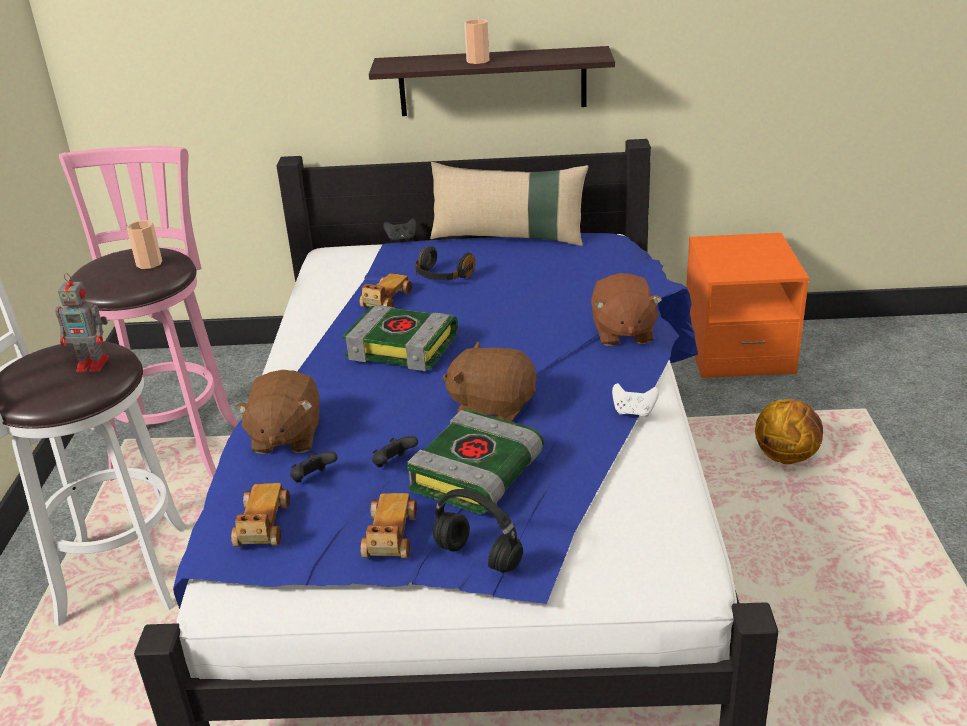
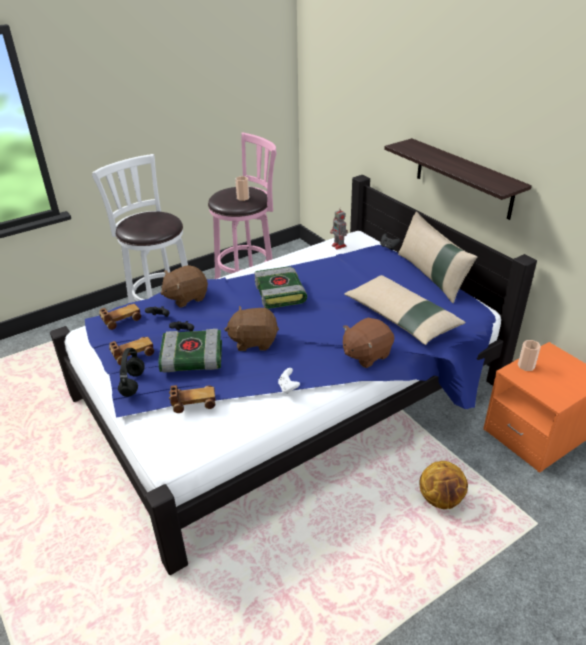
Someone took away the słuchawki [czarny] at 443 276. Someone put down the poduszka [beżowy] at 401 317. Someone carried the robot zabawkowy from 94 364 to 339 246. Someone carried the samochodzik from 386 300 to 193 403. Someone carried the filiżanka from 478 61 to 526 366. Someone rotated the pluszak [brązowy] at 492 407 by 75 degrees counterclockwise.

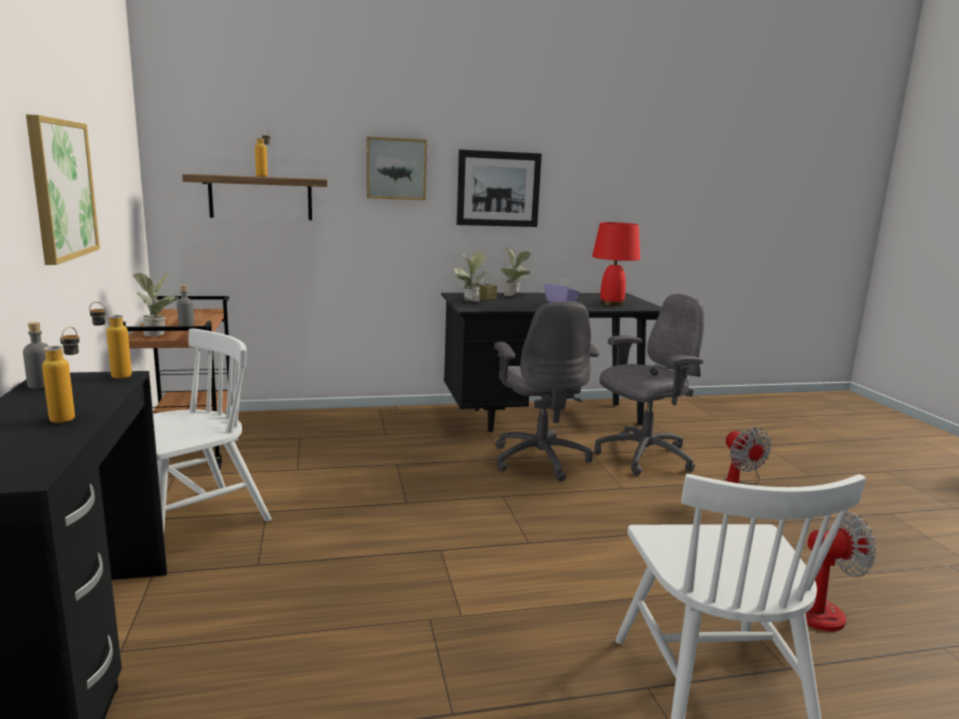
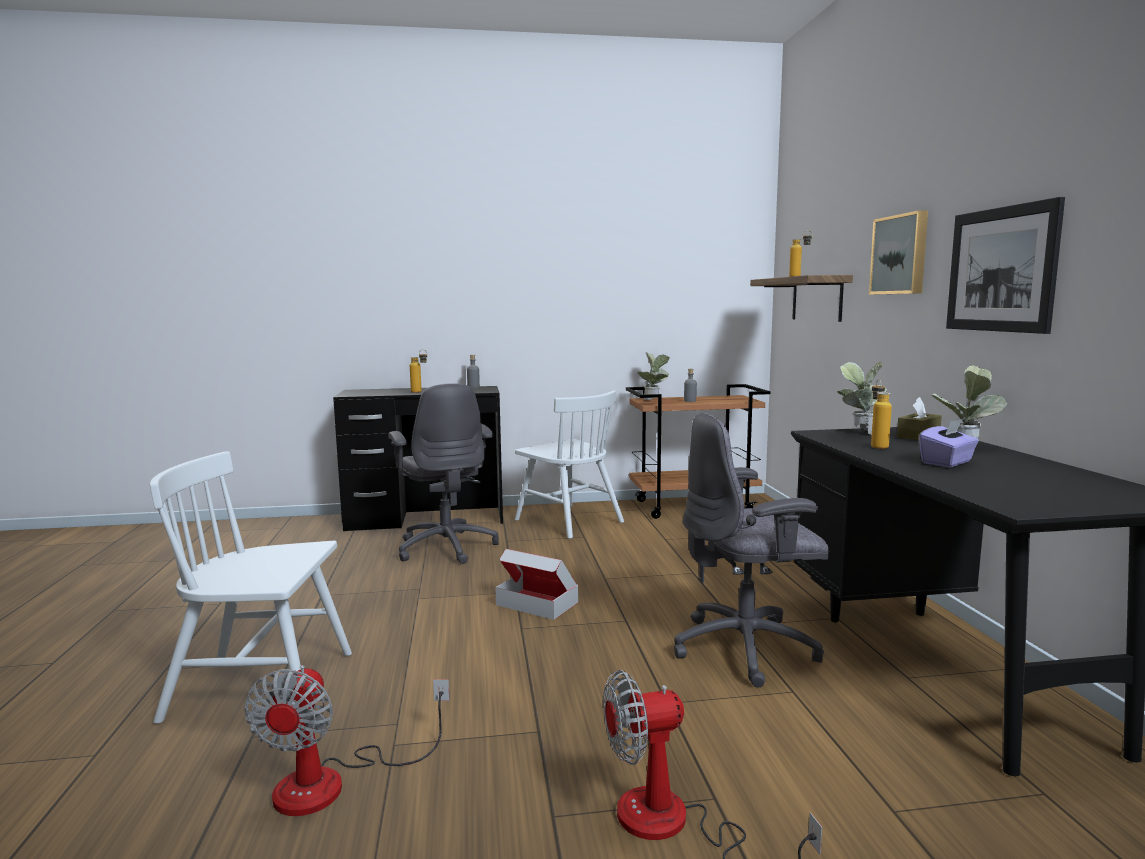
Someone took away the obraz at 61 189. Someone took away the lampa stołowa [czerwony] at 612 304. Someone put down the karton at 537 603. Someone carried the butelka from 113 376 to 877 446. Someone carried the krzesło biurowe [szary] from 643 456 to 446 547.

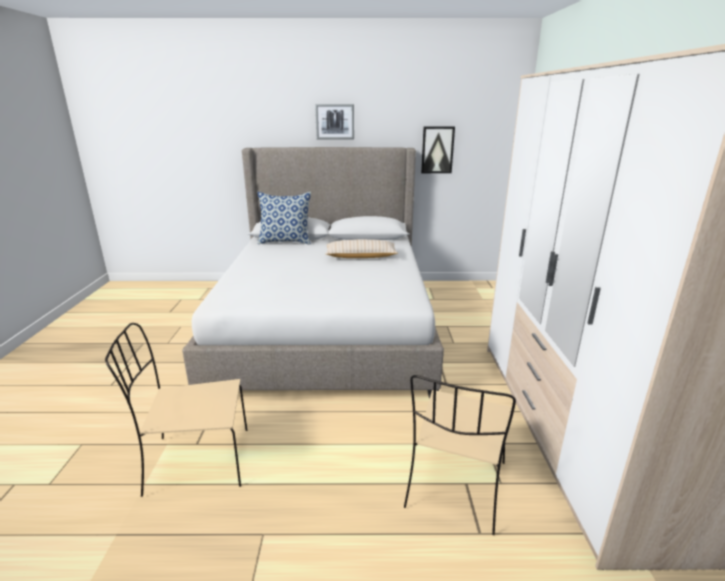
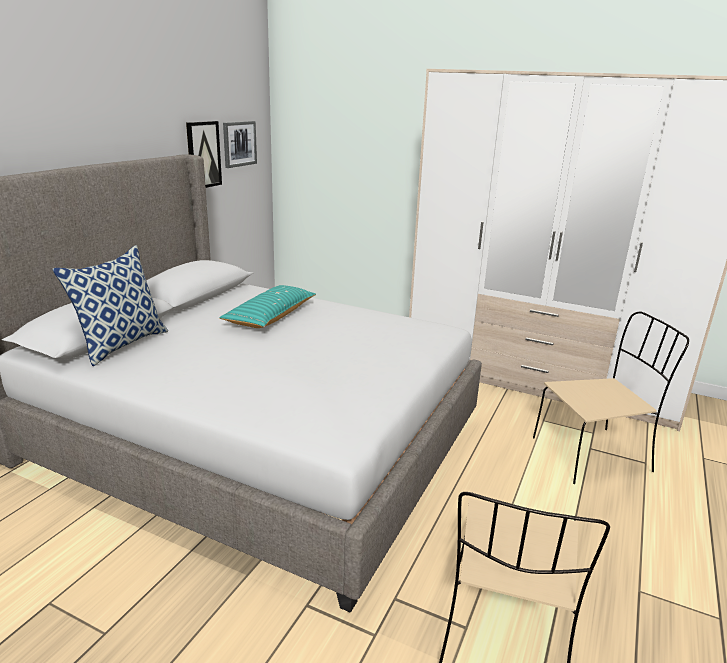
Someone carried the obraz from 335 121 to 239 143. Someone repainted the poduszka [beżowy] at 361 256, which became the poduszka [turkusowy] at 270 316. Someone rotated the krzesło [beżowy] at 456 486 by 60 degrees counterclockwise.

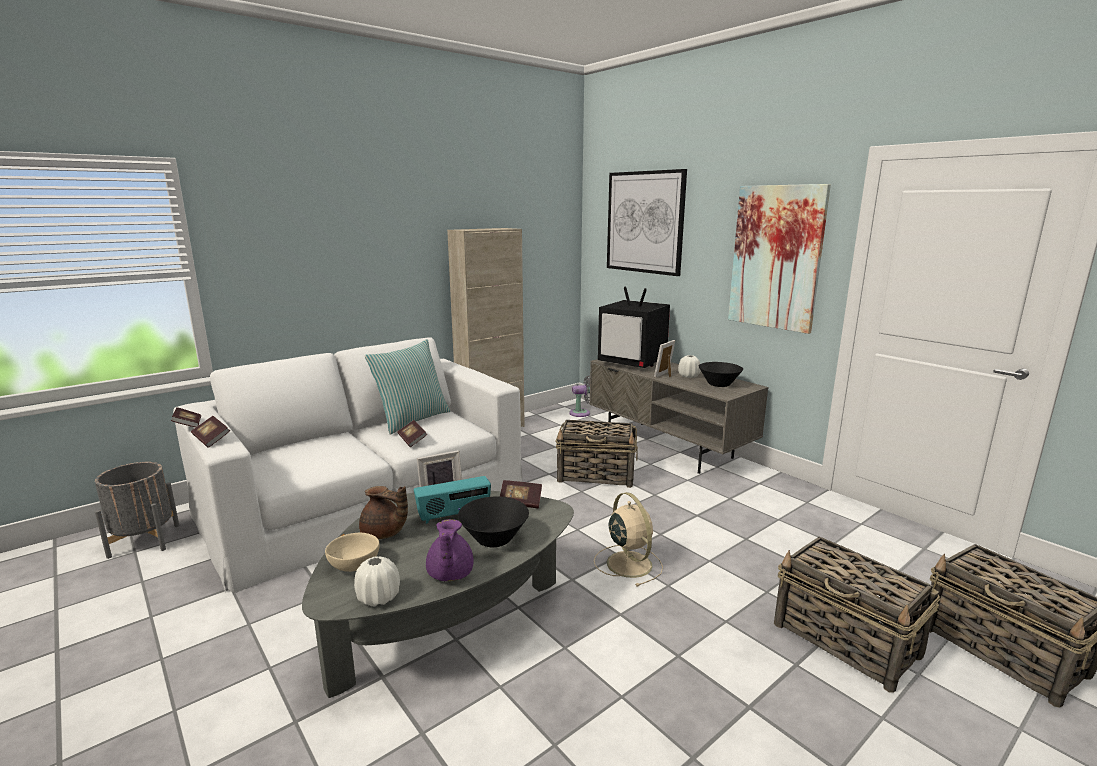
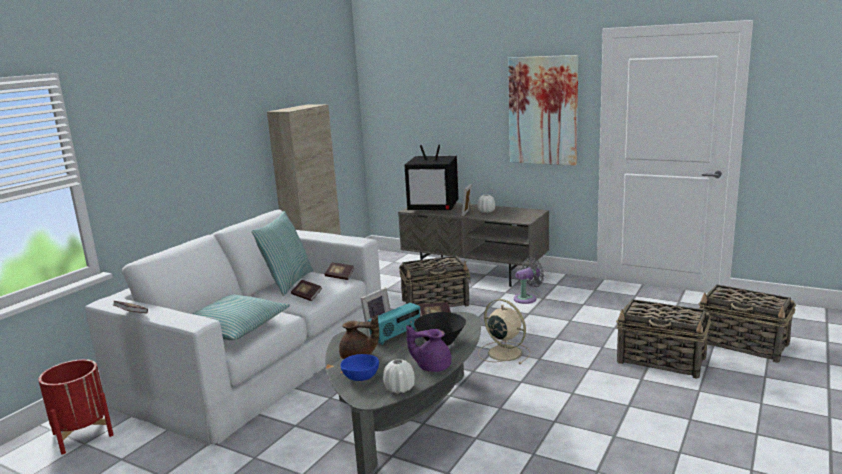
Someone took away the obraz at 644 222. Someone took away the miska [czarny] at 719 384. Someone put down the poduszka at 233 328. Someone carried the książka from 211 439 to 340 276. Someone carried the wentylator [szary] from 582 413 to 527 298. Someone repainted the donica [szary] at 144 541, which became the donica [czerwony] at 83 434. Someone repainted the miska [beżowy] at 353 566, which became the miska [niebieski] at 359 378. Someone rotated the imbryk [fioletowy] at 449 574 by 120 degrees clockwise.

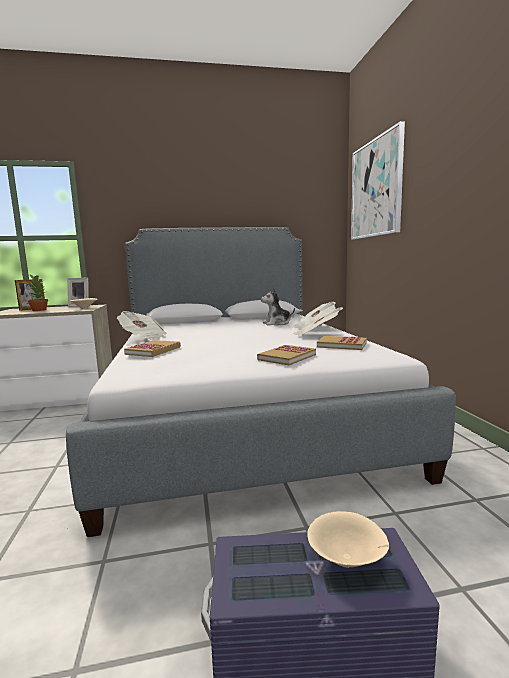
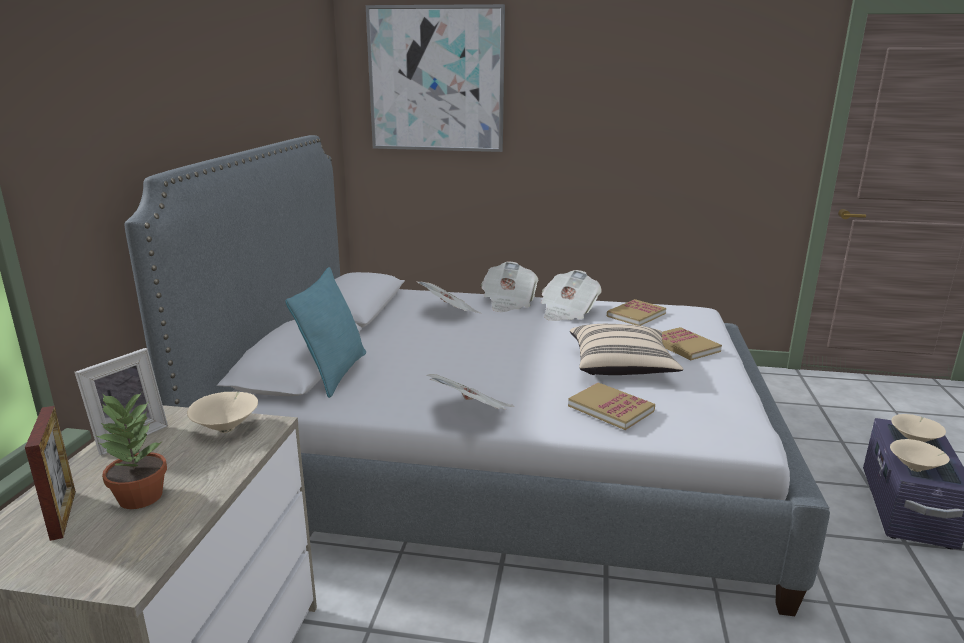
Someone put down the poduszka [turkusowy] at 335 373. Someone put down the poduszka [beżowy] at 621 367. Someone put down the miska [beżowy] at 916 468. Someone swapped the pluszak at 277 323 for the gazeta at 449 313.

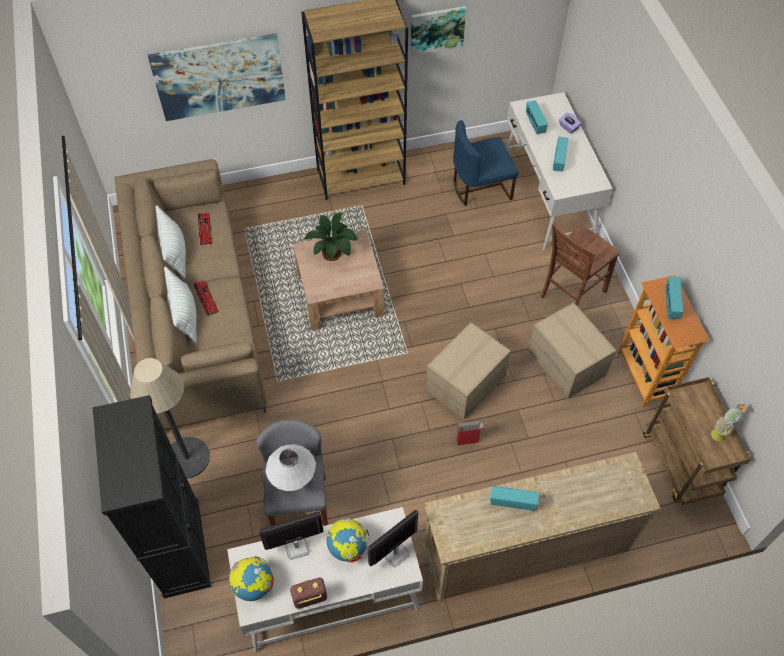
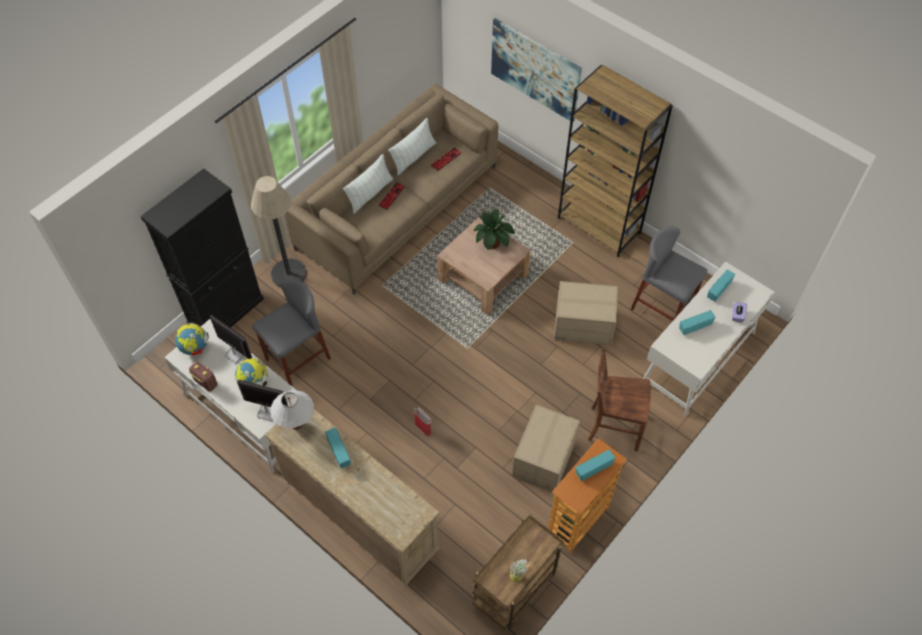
Someone took away the obraz at 437 29. Someone carried the lampa stołowa [biały] from 294 483 to 297 424. Someone carried the karton from 466 384 to 583 325. Someone swapped the krzesło [niebieski] at 481 188 for the stołek [szary] at 662 307.

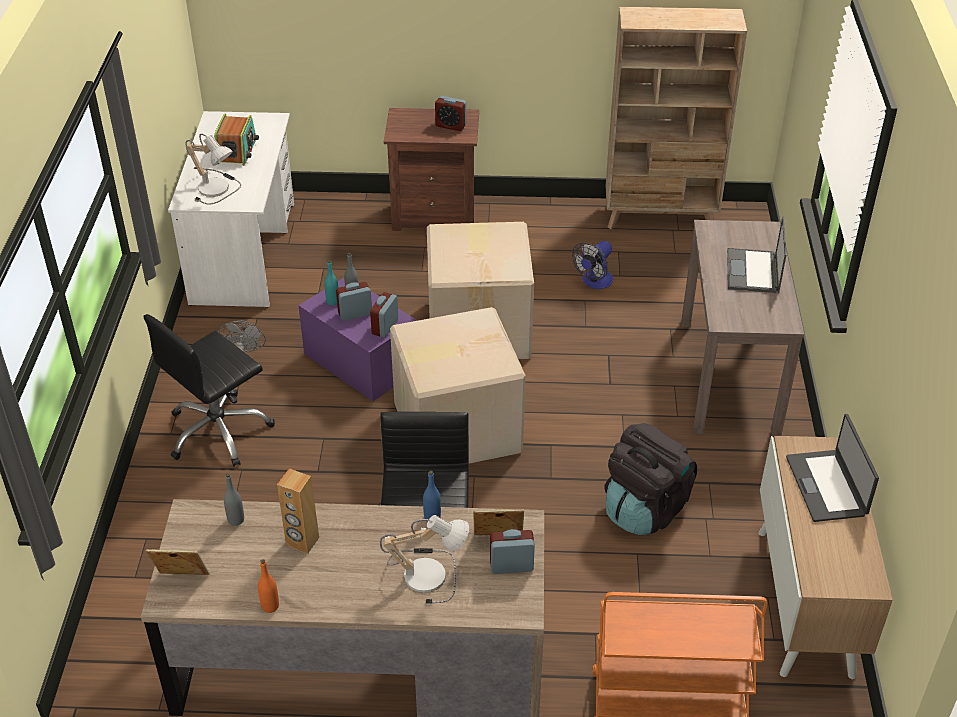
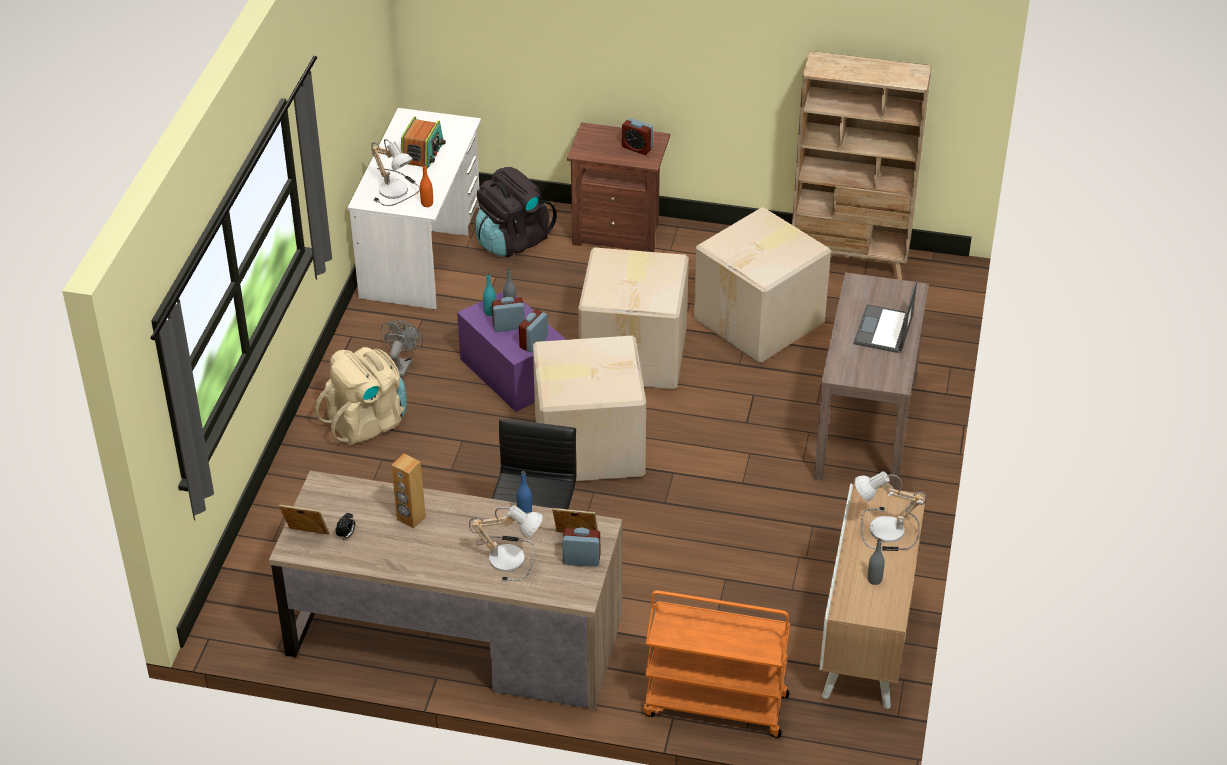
Someone put down the budzik at 346 535. Someone carried the butelka [szary] from 236 520 to 874 580. Someone carried the butelka [pomarańczowy] from 270 606 to 427 204. Someone carried the plecak [czarny] from 645 509 to 512 240. Someone swapped the krzesło biurowe [czarny] at 219 431 for the plecak [beżowy] at 367 422. Someone swapped the wentylator at 594 282 for the karton at 761 321. Someone swapped the laptop at 827 486 for the lampa stołowa at 884 532.

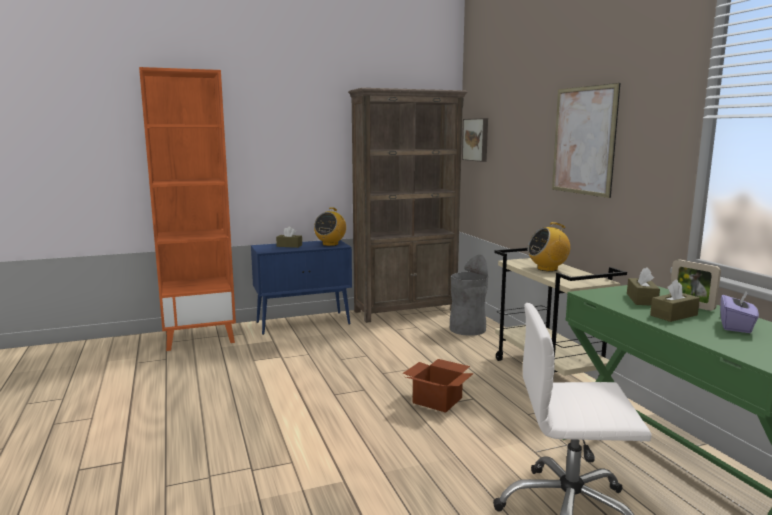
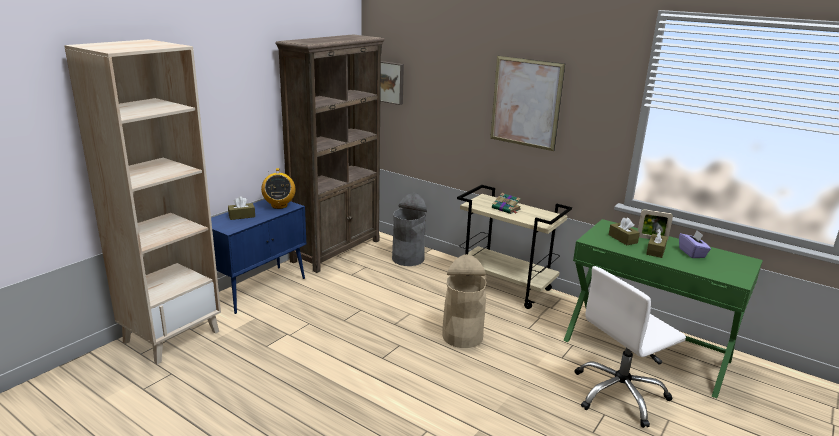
Someone swapped the karton at 438 400 for the kosz na śmieci [beżowy] at 462 336. Someone swapped the radio at 547 269 for the książka at 506 209. Someone repainted the regał [pomarańczowy] at 200 337, which became the regał [beżowy] at 172 336.

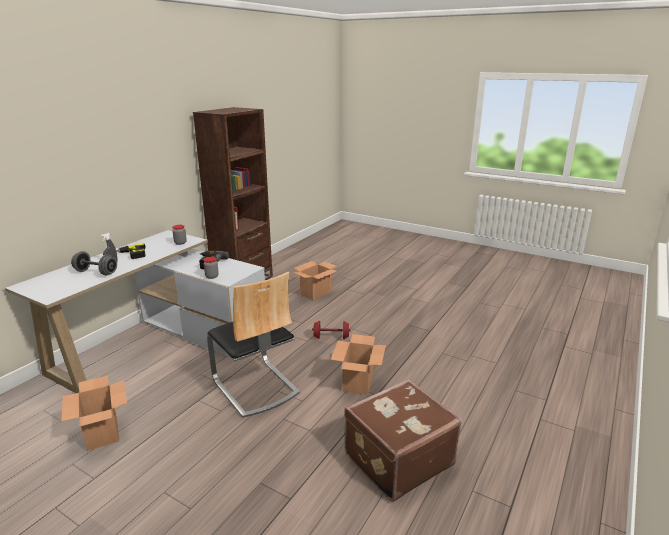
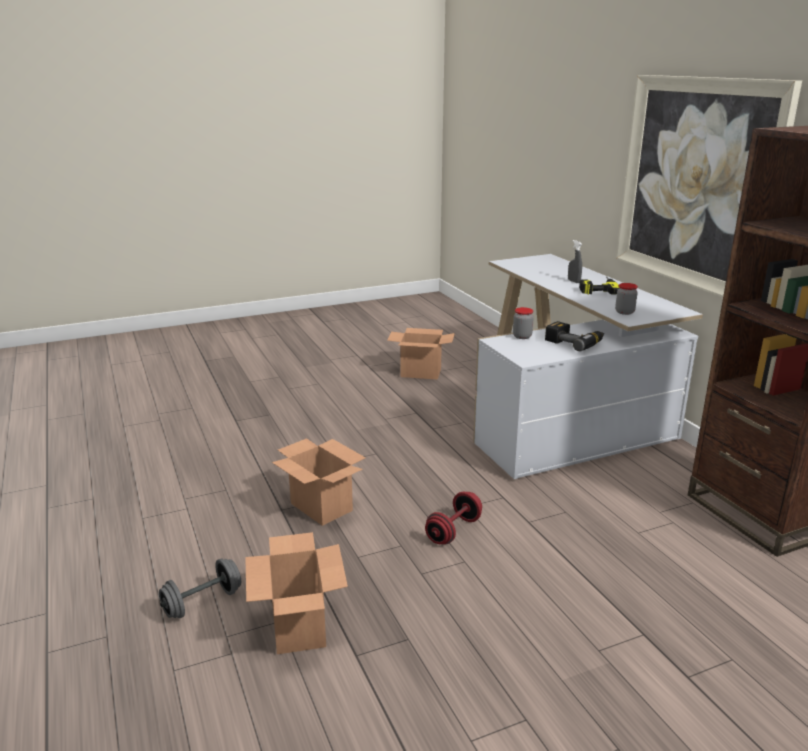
Someone took away the krzesło at 255 387. Someone took away the walizka [brązowy] at 397 459. Someone put up the obraz at 697 184. Someone carried the hantel [szary] from 96 272 to 202 602. Someone carried the karton from 315 293 to 299 627.

